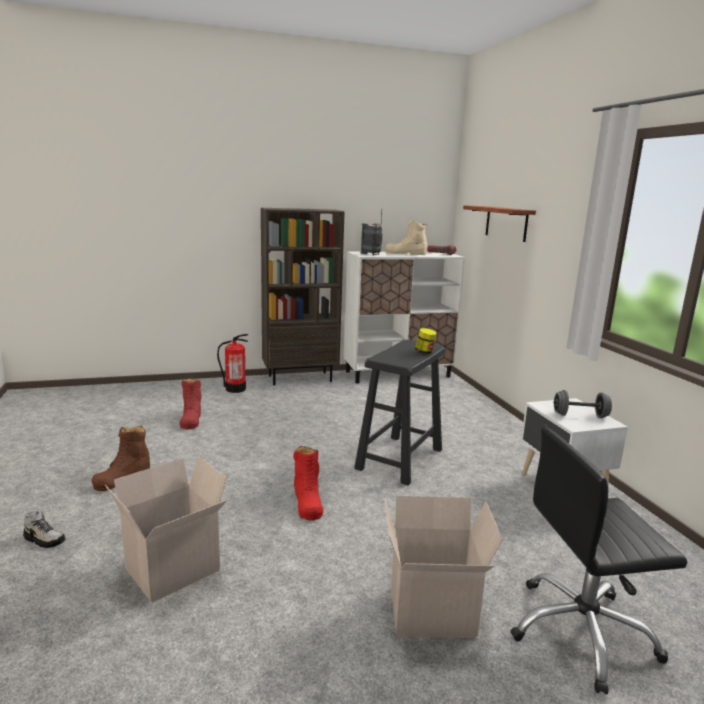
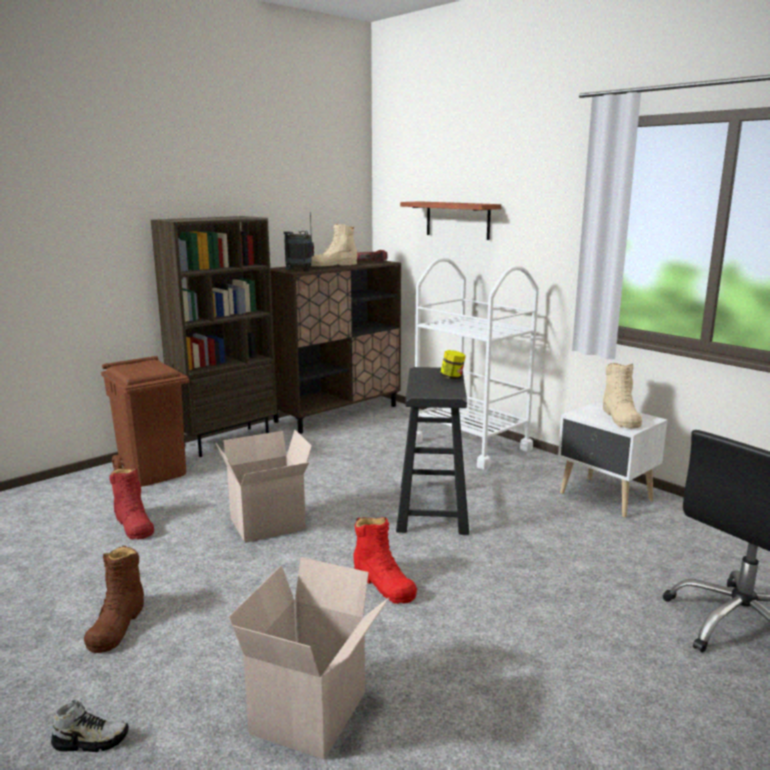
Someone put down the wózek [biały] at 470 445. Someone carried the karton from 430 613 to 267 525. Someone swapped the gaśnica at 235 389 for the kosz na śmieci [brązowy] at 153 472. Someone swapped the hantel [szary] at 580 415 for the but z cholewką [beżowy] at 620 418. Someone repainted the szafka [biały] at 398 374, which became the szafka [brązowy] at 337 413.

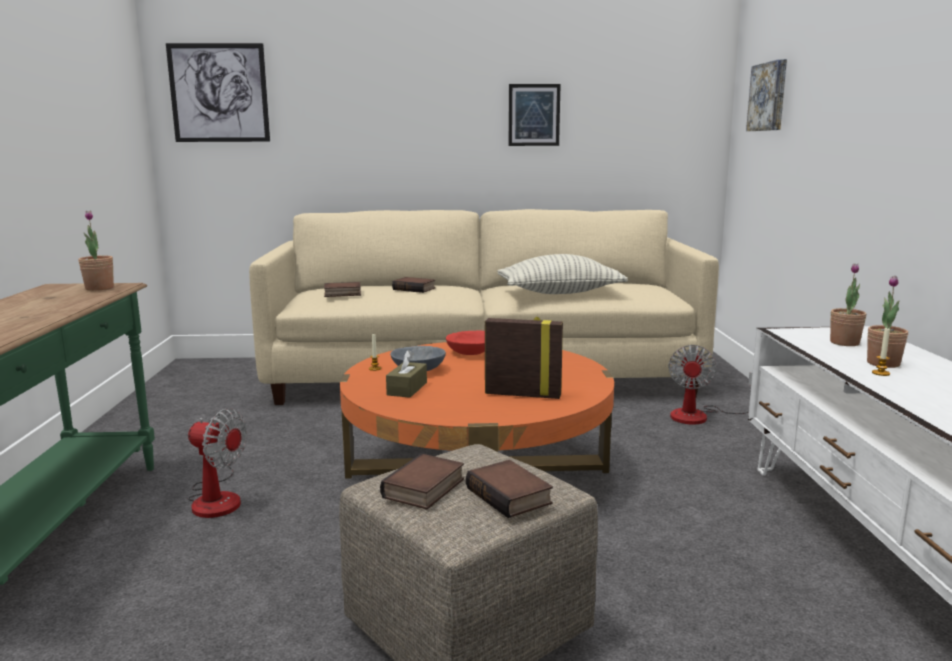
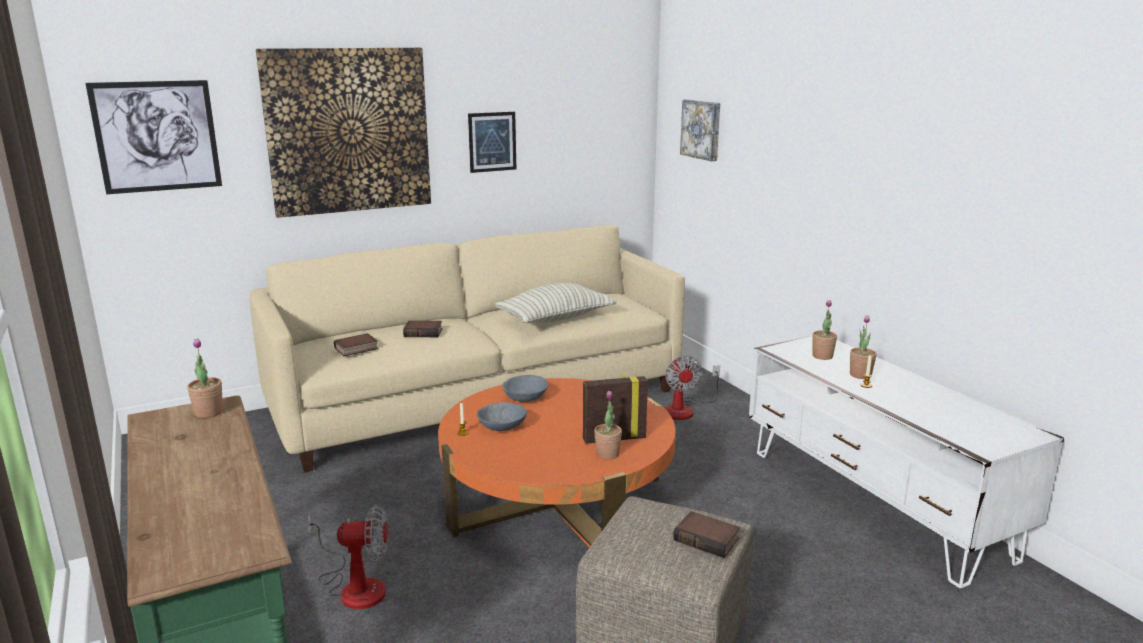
Someone took away the książka at 425 489. Someone took away the pudełko chusteczek [brązowy] at 407 389. Someone put up the obraz at 348 131. Someone put down the roślina doniczkowa at 607 454. Someone repainted the miska [czerwony] at 471 353, which became the miska [szary] at 526 398.

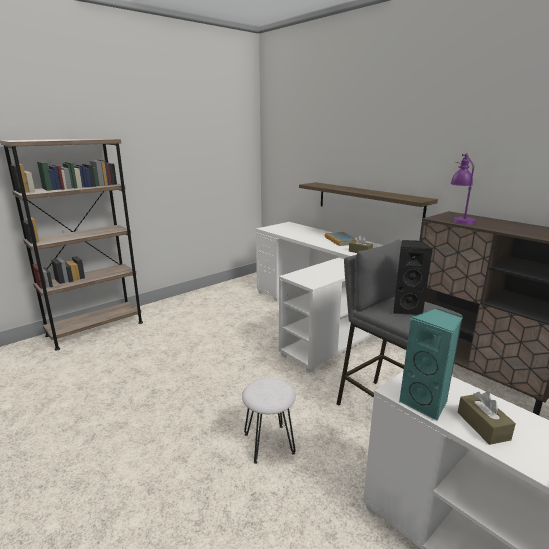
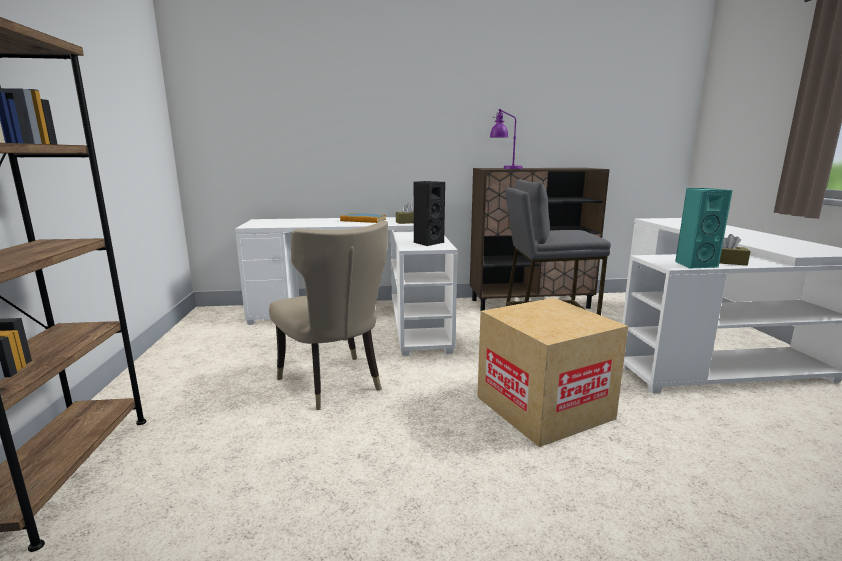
Someone took away the półka at 368 202. Someone put down the krzesło [beżowy] at 334 384. Someone carried the głośnik [czarny] from 406 309 to 428 243. Someone swapped the stołek [biały] at 269 443 for the karton at 543 407.

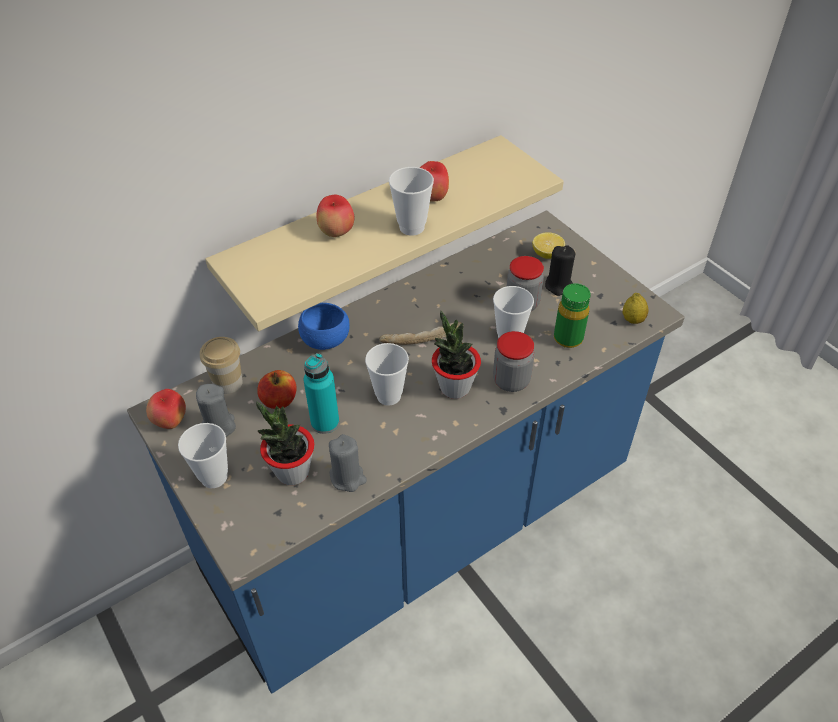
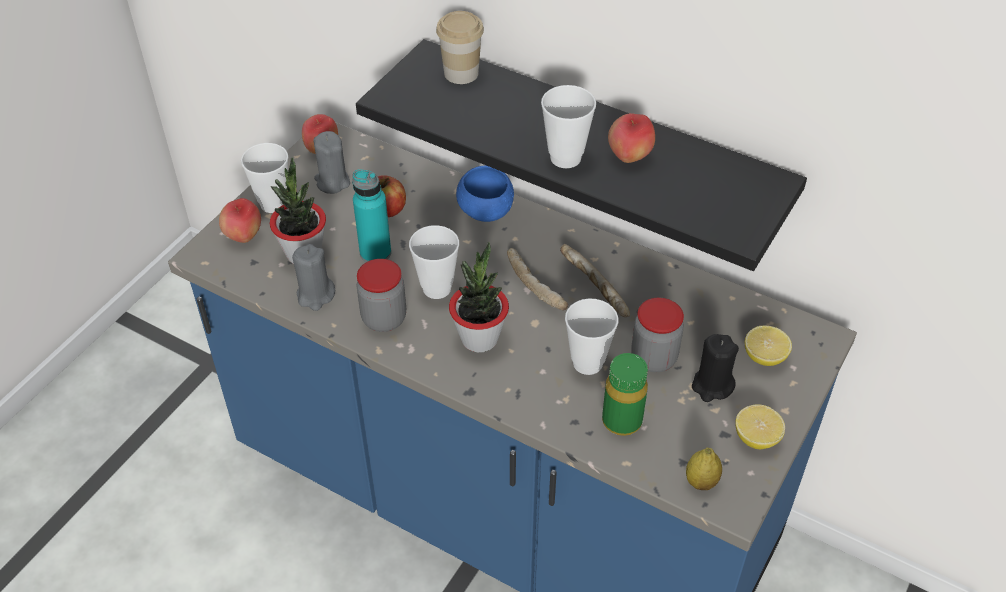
Someone put down the chleb at 593 288. Someone put down the cytryna at 756 438. Someone carried the filiżanka from 228 383 to 461 73. Someone carried the jabłko from 336 233 to 244 236. Someone carried the słoik from 511 381 to 384 318. Someone repainted the półka [beżowy] at 367 226, which became the półka [czarny] at 600 144.

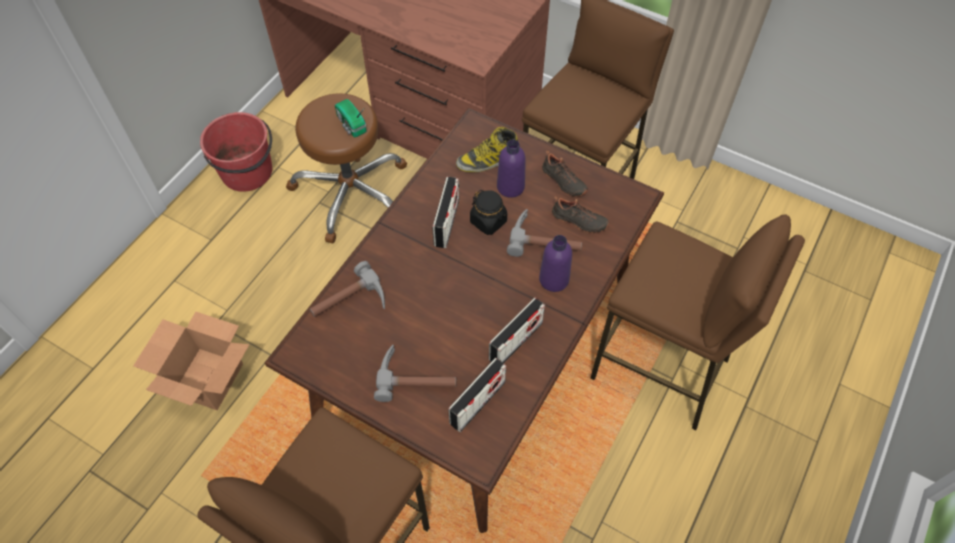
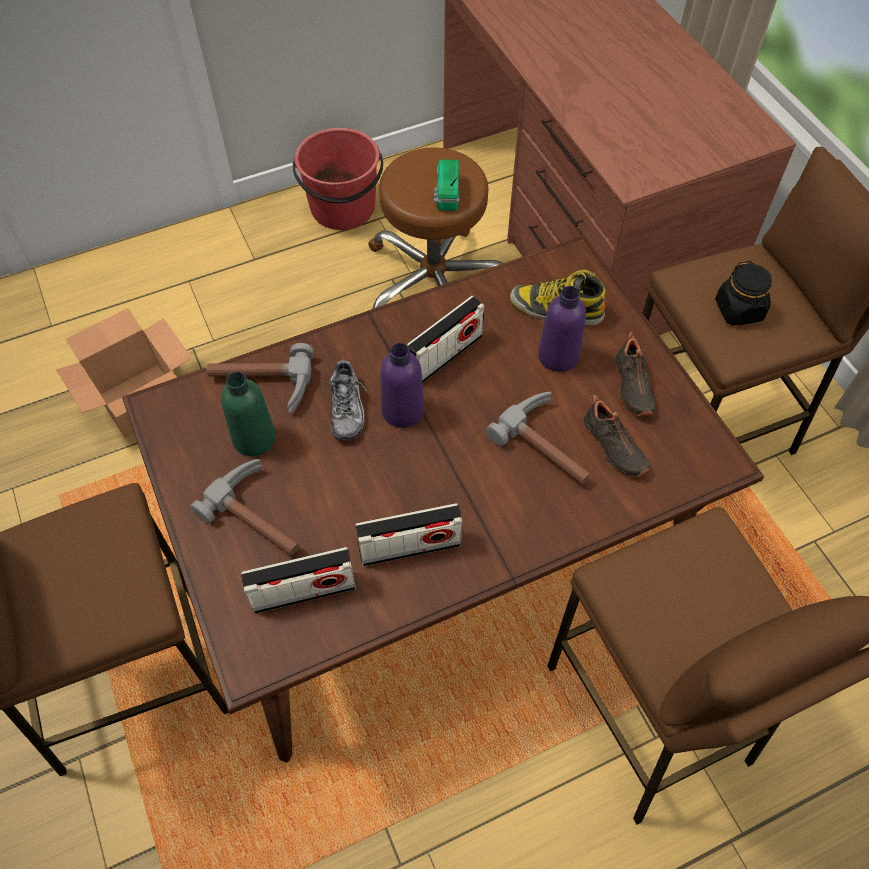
Someone put down the butelka [zielony] at 254 438. Someone put down the but at 346 408. Someone carried the słoik [czarny] from 488 221 to 739 310. Someone carried the butelka [fioletowy] from 554 279 to 402 411.

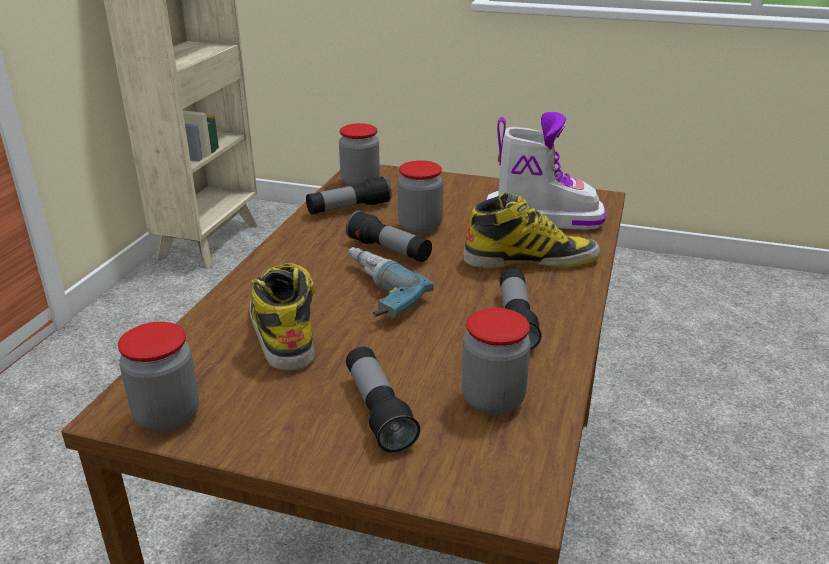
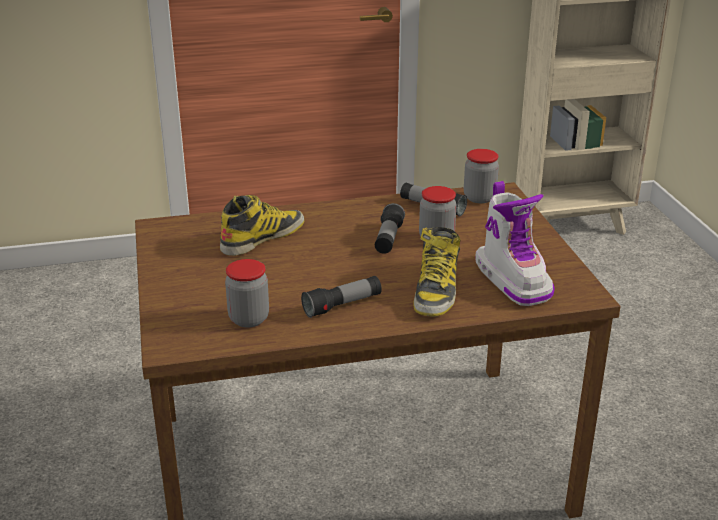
Someone took away the słoik at 167 416. Someone took away the latarka at 378 411. Someone took away the wiertarka at 370 293. Someone rotated the but z cholewką at 530 259 by 45 degrees clockwise.

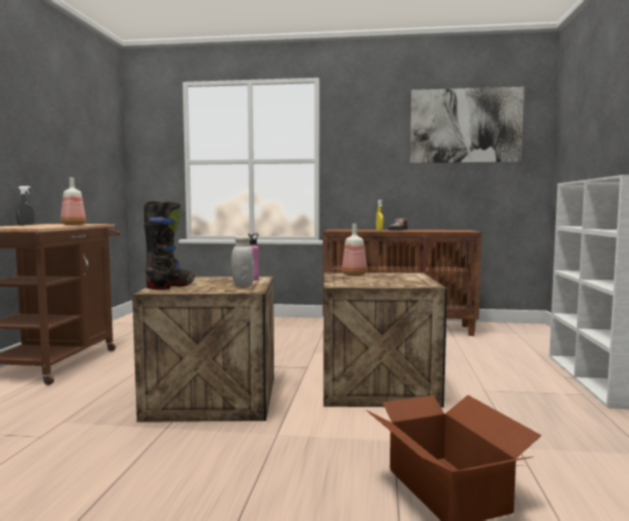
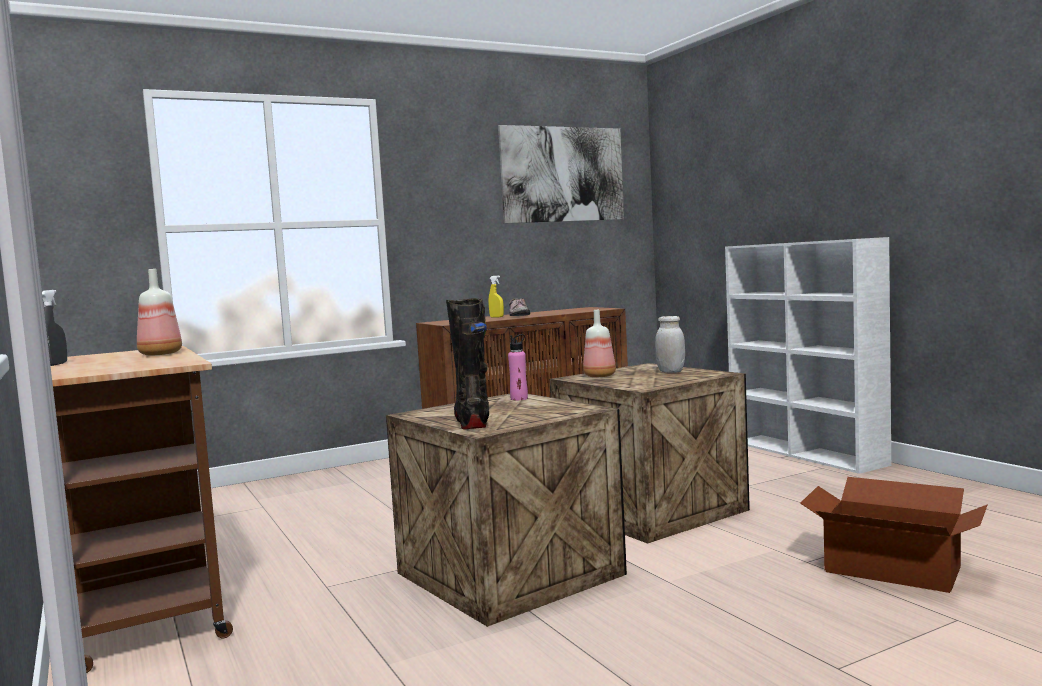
Someone carried the słoik [biały] from 243 285 to 670 372.

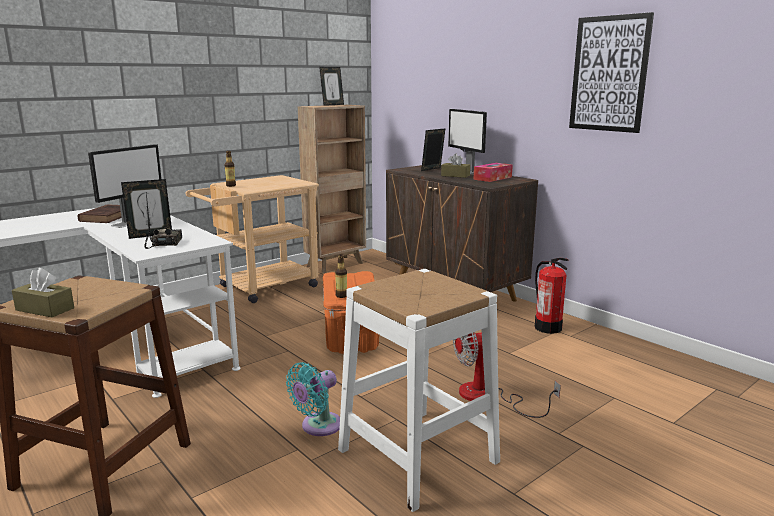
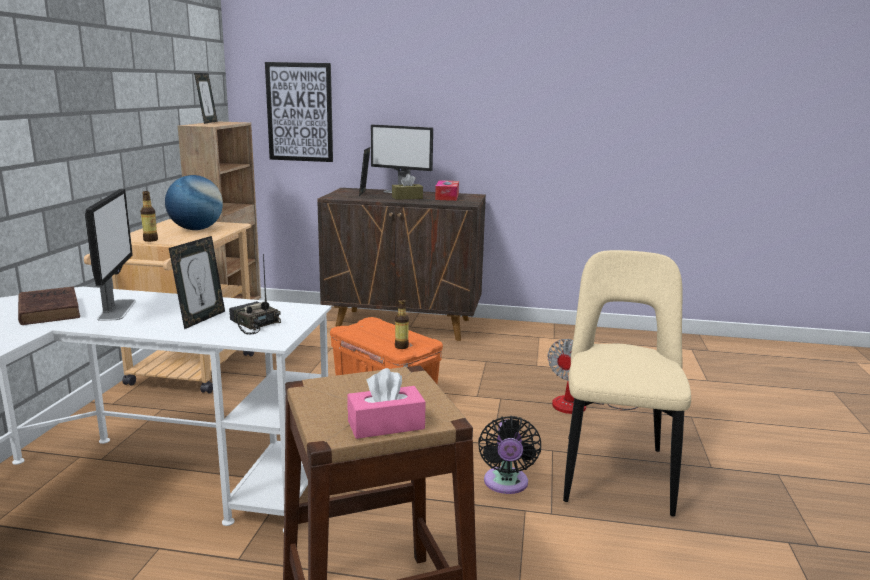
Someone took away the gaśnica at 547 327. Someone put down the globus at 196 229. Someone carried the obraz from 609 74 to 299 112. Someone swapped the stołek [biały] at 418 455 for the krzesło [beżowy] at 615 470. Someone repainted the pudełko chusteczek [brązowy] at 45 309, which became the pudełko chusteczek [różowy] at 386 425. Someone repainted the wentylator [turkusowy] at 318 426, which became the wentylator [czarny] at 506 484.

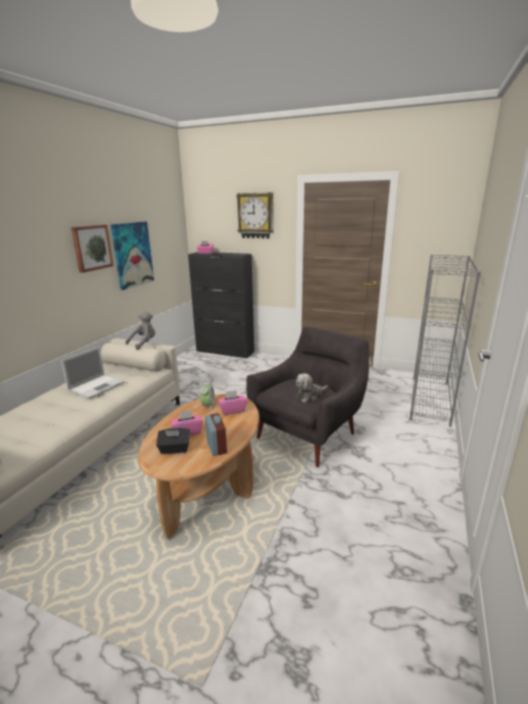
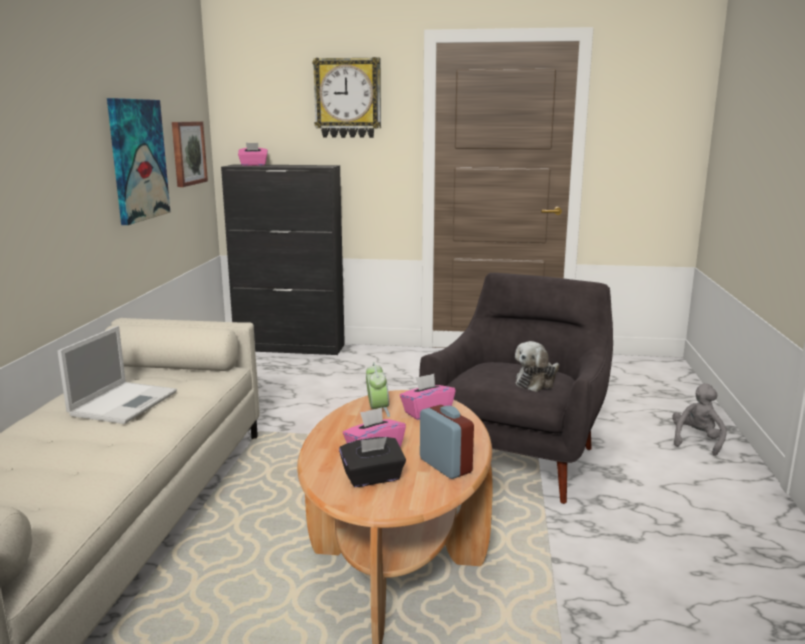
Someone took away the regał [szary] at 430 400. Someone carried the obraz from 92 247 to 187 153. Someone carried the pluszak [szary] from 144 343 to 696 441.

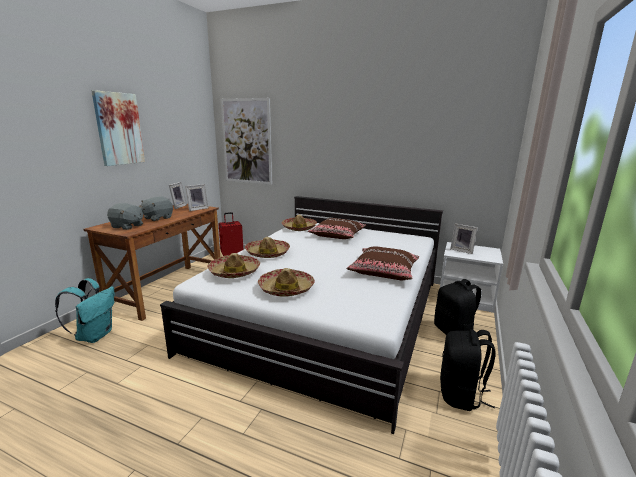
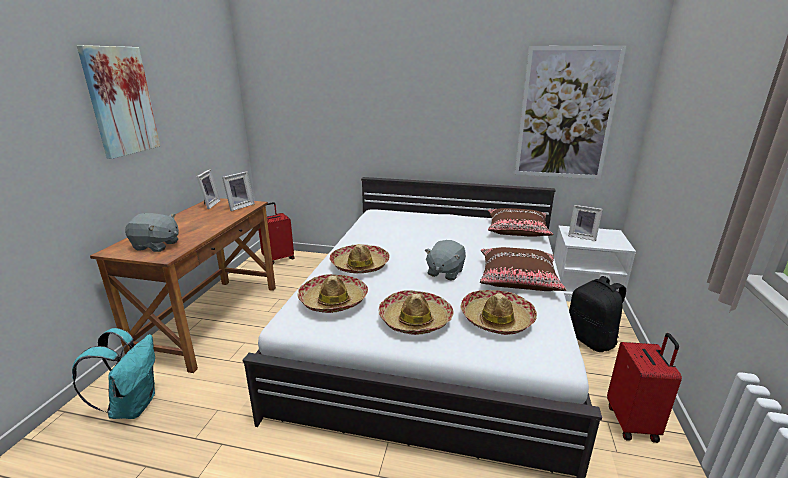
Someone carried the pluszak [szary] from 157 218 to 444 272. Someone carried the obraz from 246 141 to 565 114. Someone carried the kapelusz from 299 228 to 496 319. Someone carried the poduszka [brązowy] from 337 235 to 517 230. Someone swapped the plecak [czarny] at 461 395 for the walizka [czerwony] at 633 423.

